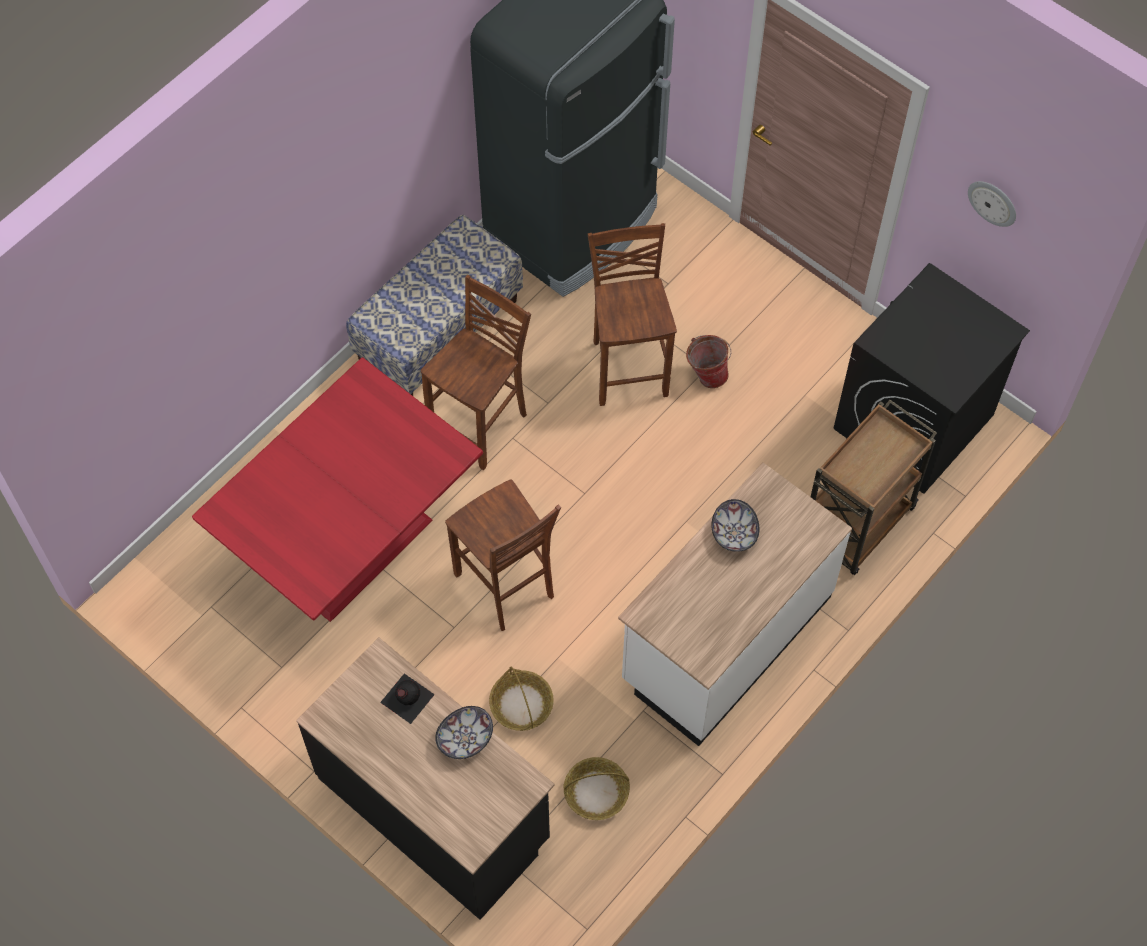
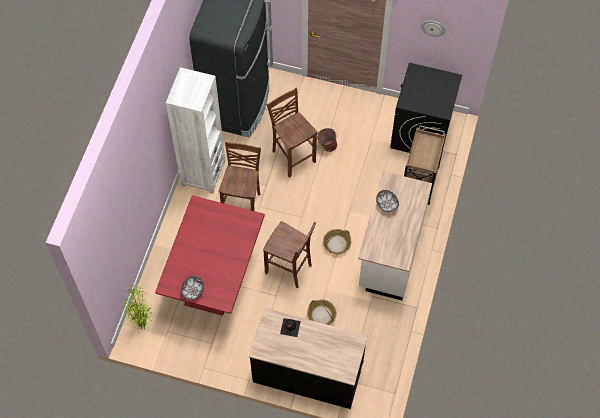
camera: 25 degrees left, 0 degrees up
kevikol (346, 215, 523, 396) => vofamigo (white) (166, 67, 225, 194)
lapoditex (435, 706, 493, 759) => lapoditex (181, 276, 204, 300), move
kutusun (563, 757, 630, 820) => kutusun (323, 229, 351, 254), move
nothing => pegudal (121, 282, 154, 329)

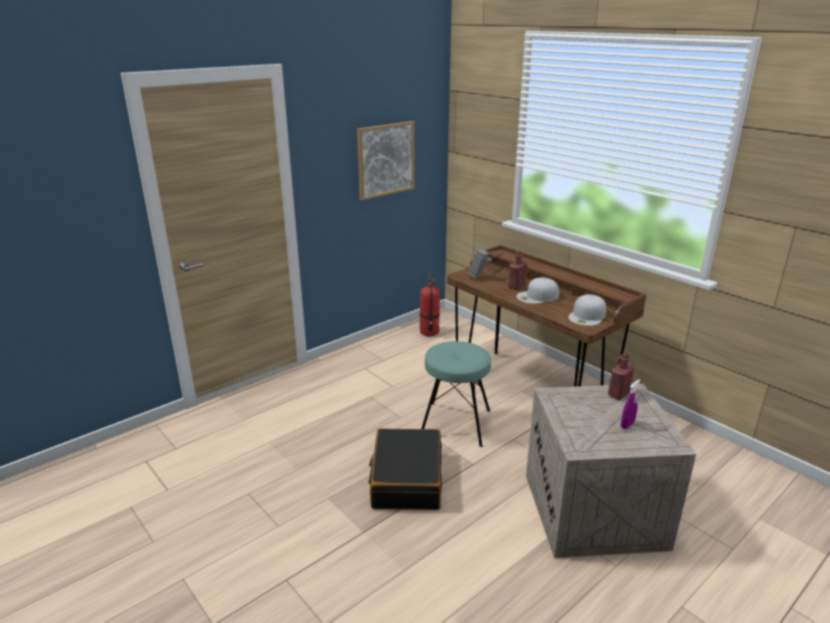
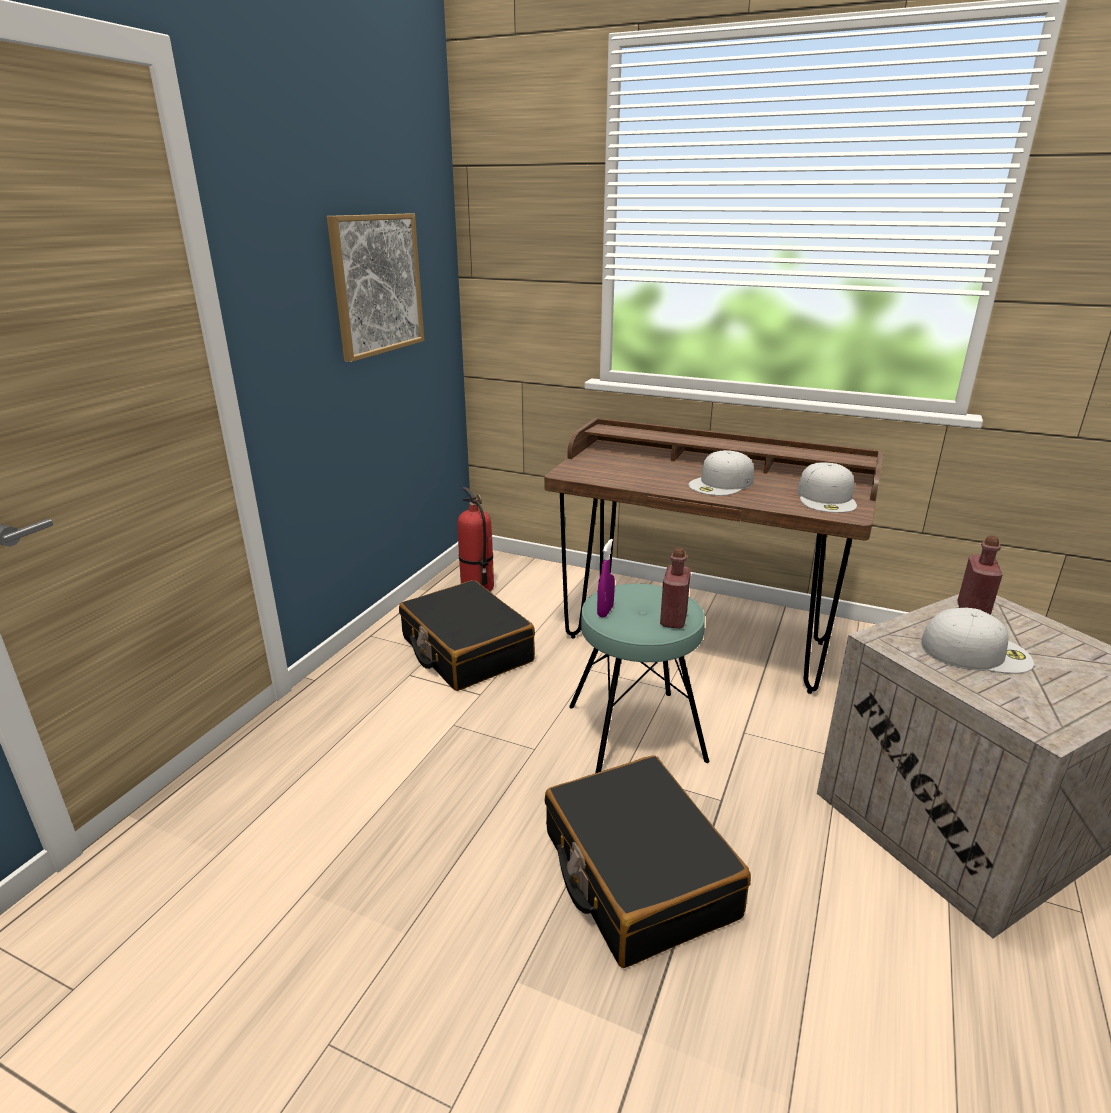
camera: 25 degrees left, 0 degrees up
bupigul (468, 249, 504, 279) => nothing
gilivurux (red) (508, 251, 527, 290) => gilivurux (red) (660, 547, 691, 629), move
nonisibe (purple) (621, 380, 640, 429) => nonisibe (purple) (597, 539, 615, 617), move
nothing => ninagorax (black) (399, 580, 535, 691)
nothing => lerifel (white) (921, 607, 1034, 674)

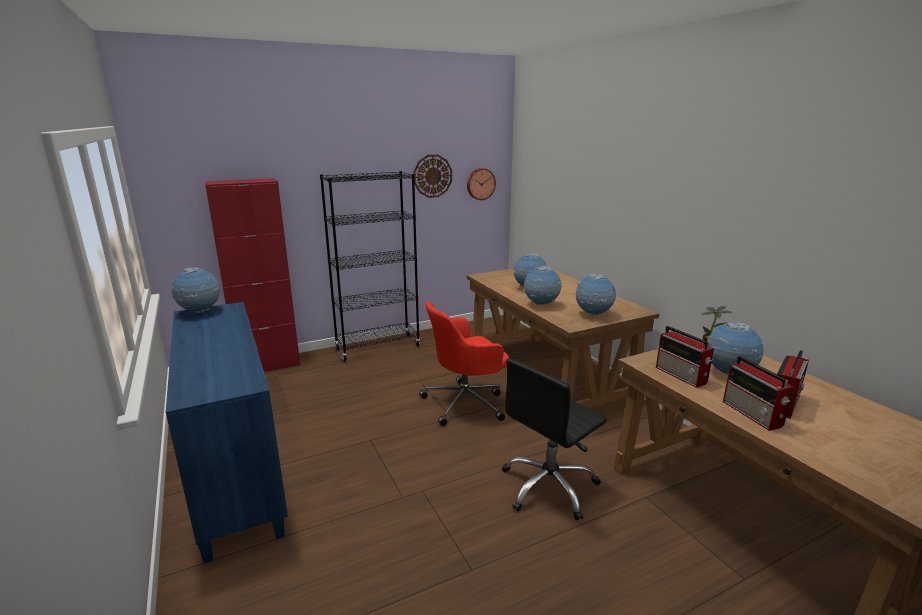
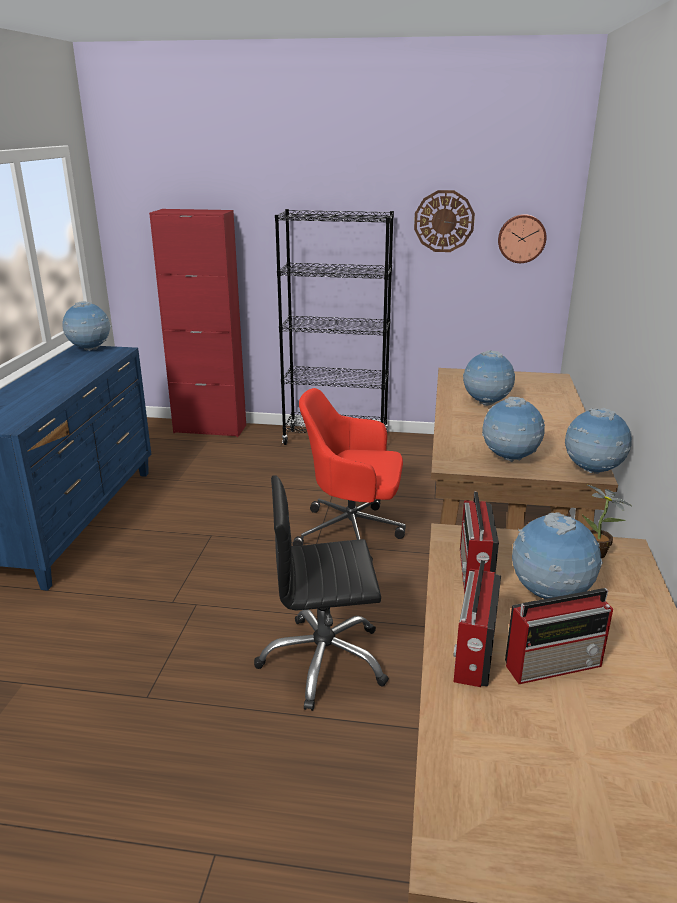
camera: 35 degrees right, 5 degrees up
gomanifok (524, 266, 562, 305) => gomanifok (565, 408, 632, 474), move

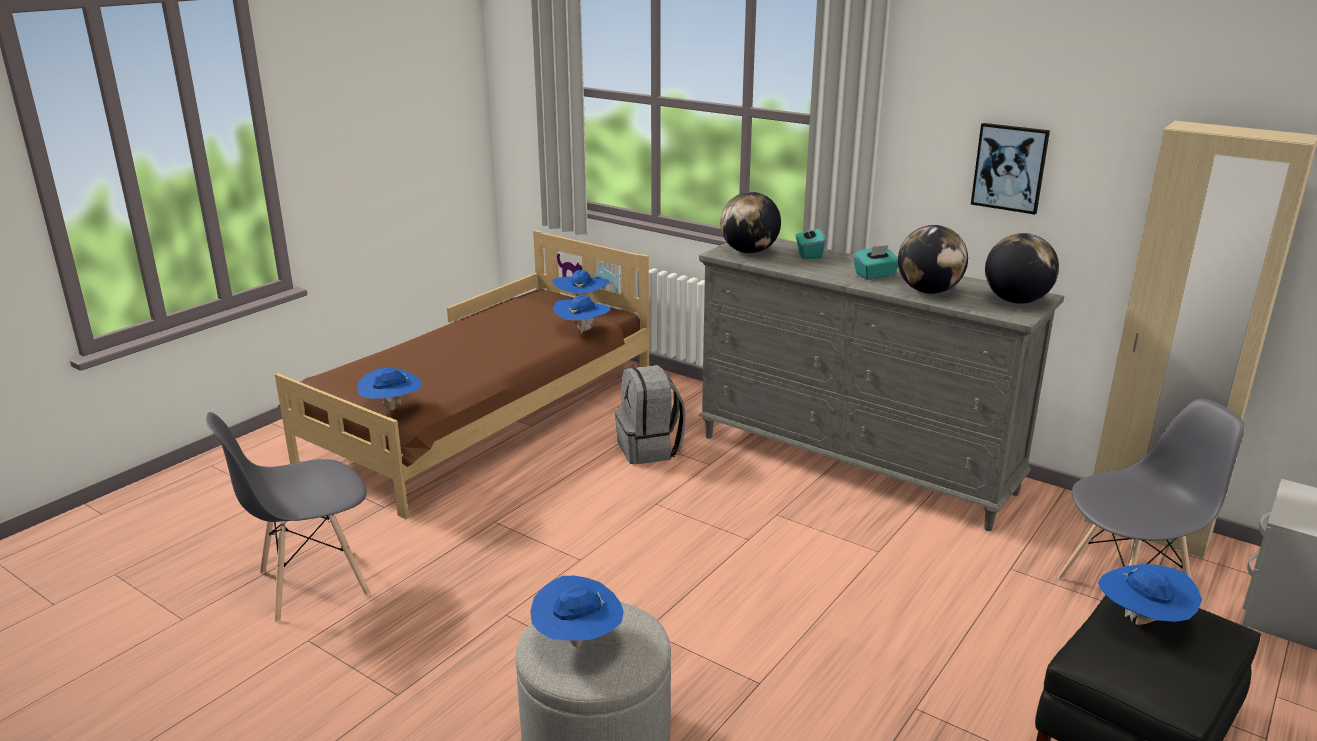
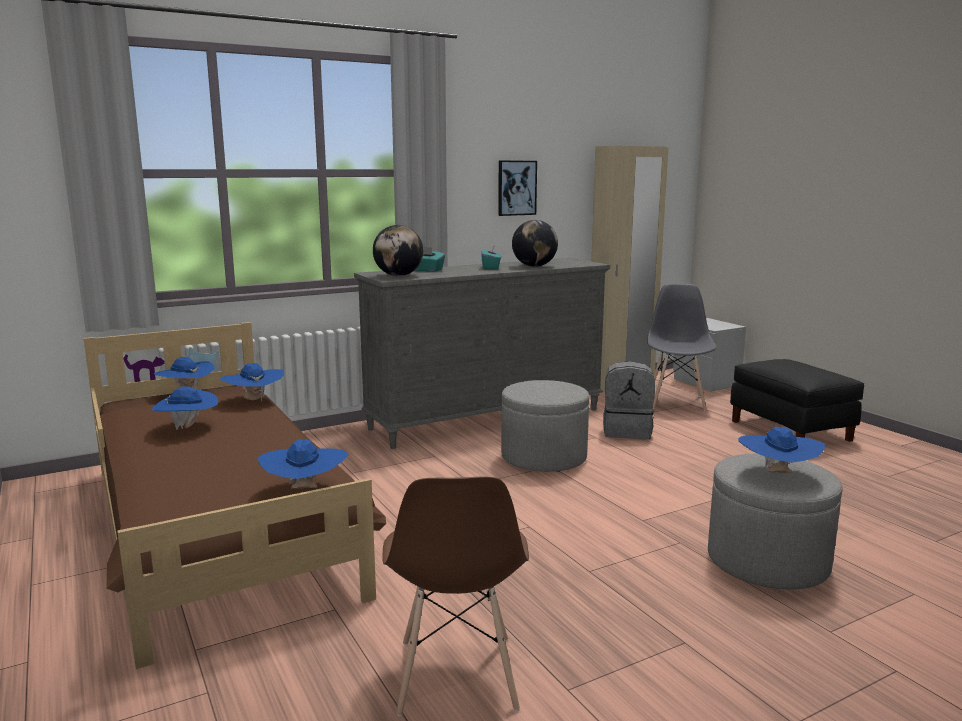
camera: 65 degrees left, 10 degrees down
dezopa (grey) (206, 412, 370, 622) => dezopa (brown) (382, 477, 529, 717)
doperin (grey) (615, 365, 686, 464) => doperin (grey) (603, 361, 655, 439), move
gomanifok (985, 233, 1059, 304) => nothing
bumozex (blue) (1098, 564, 1202, 625) => bumozex (blue) (151, 386, 219, 430), move
nothing => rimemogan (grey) (501, 380, 589, 472)

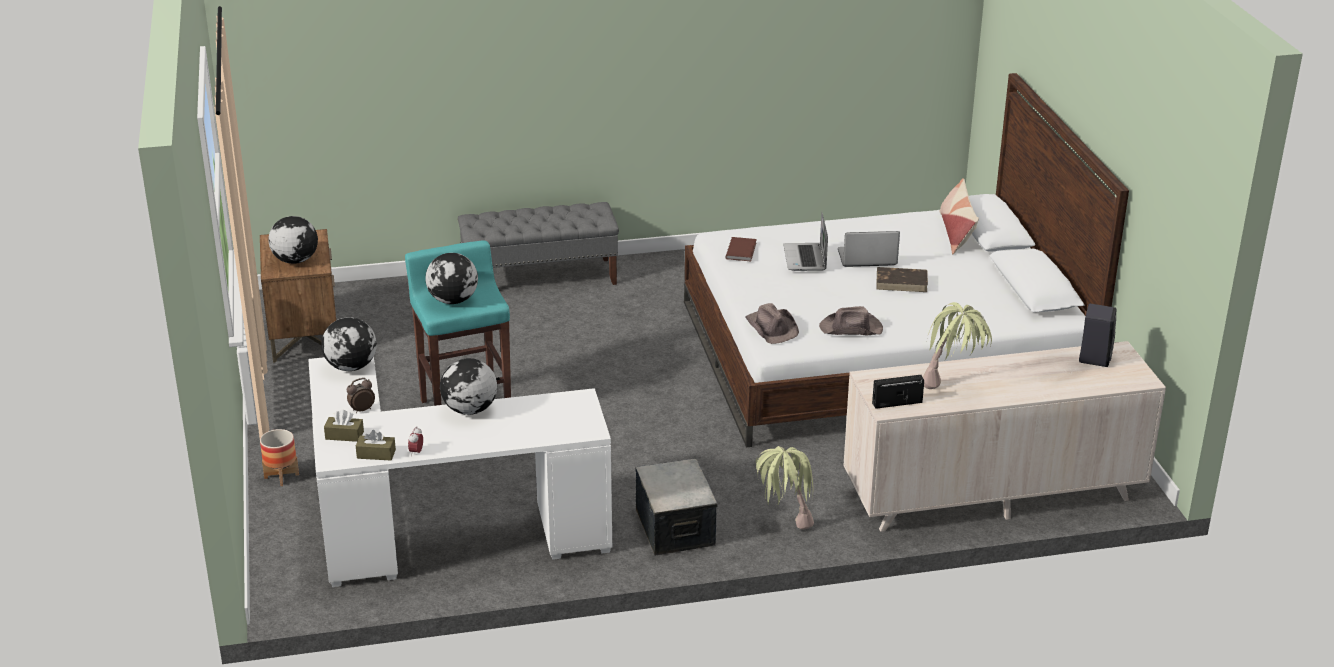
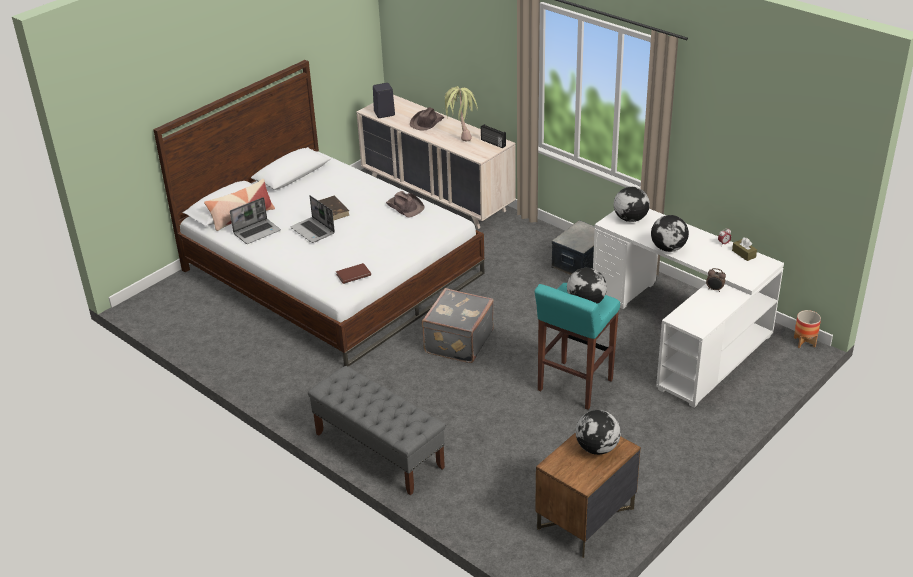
camera: 125 degrees left, 5 degrees up
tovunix (260, 429, 299, 486) => tovunix (794, 310, 821, 348), move
gomanifok (321, 317, 377, 371) => gomanifok (613, 187, 650, 222), move
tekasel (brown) (324, 410, 364, 442) => nothing
bumozex (brown) (746, 303, 799, 344) => bumozex (brown) (410, 107, 445, 130), move
pegudal (756, 446, 814, 530) => nothing
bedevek (783, 213, 828, 271) => bedevek (230, 197, 281, 244), move
nothing => ninagorax (grey) (422, 288, 494, 363)

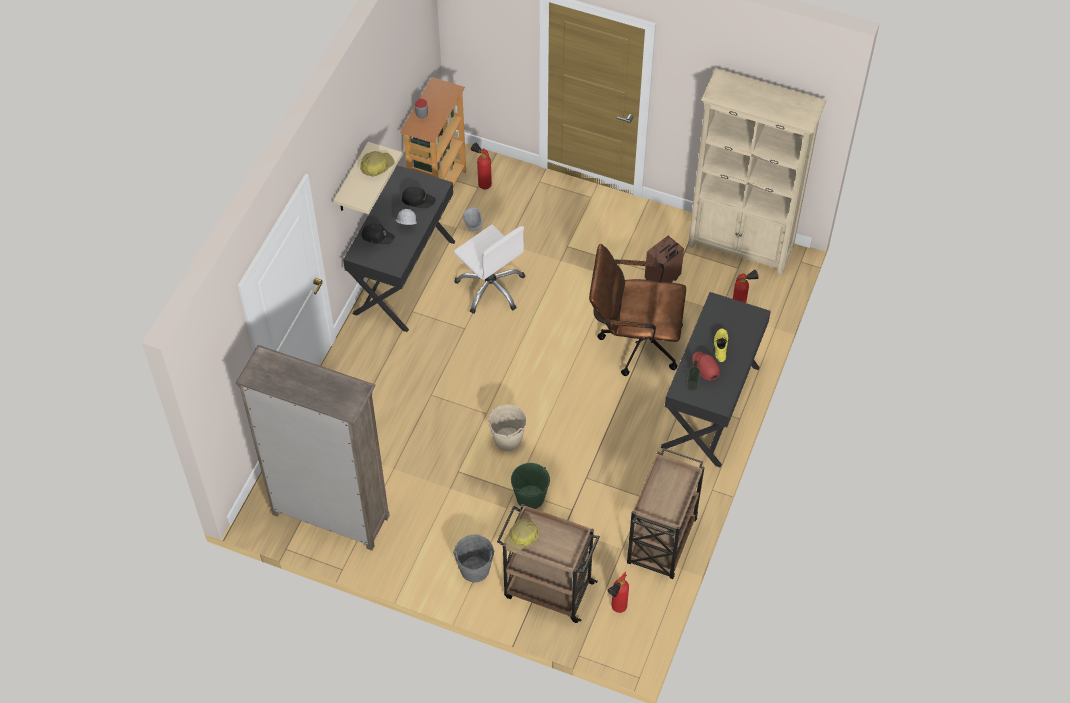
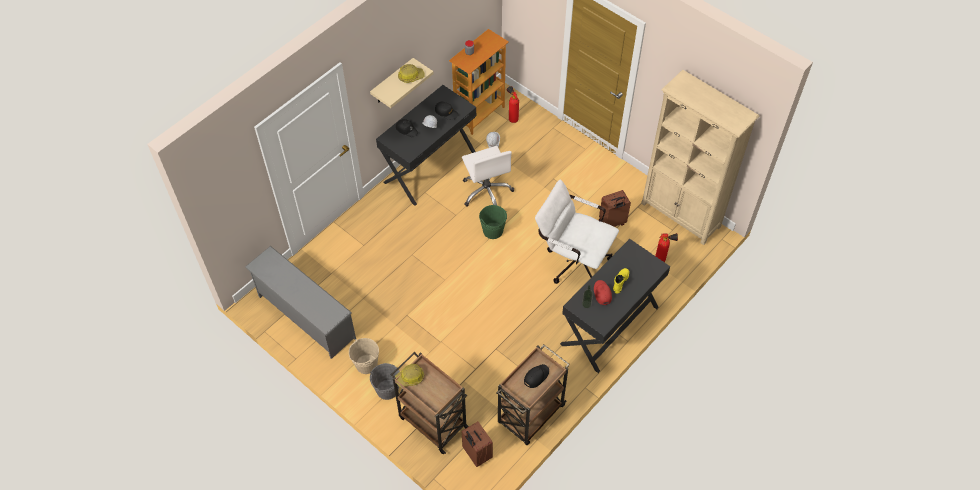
camera: 20 degrees right, 0 degrees up
vofamigo (brown) (236, 345, 390, 551) => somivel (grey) (245, 246, 356, 359)
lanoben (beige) (488, 405, 527, 451) => lanoben (beige) (349, 338, 379, 374), move
lanoben (green) (511, 463, 550, 509) => lanoben (green) (479, 205, 507, 239), move
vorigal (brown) (589, 244, 686, 376) => vorigal (white) (535, 179, 619, 284)
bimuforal (608, 572, 629, 613) => ninagorax (brown) (462, 421, 493, 467)
nothing => lerifel (black) (524, 364, 549, 388)

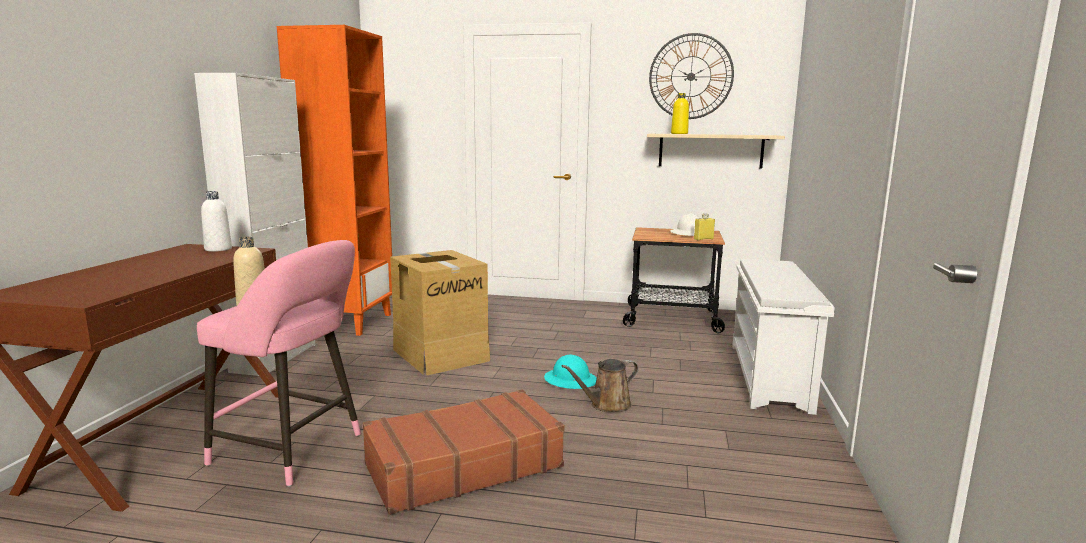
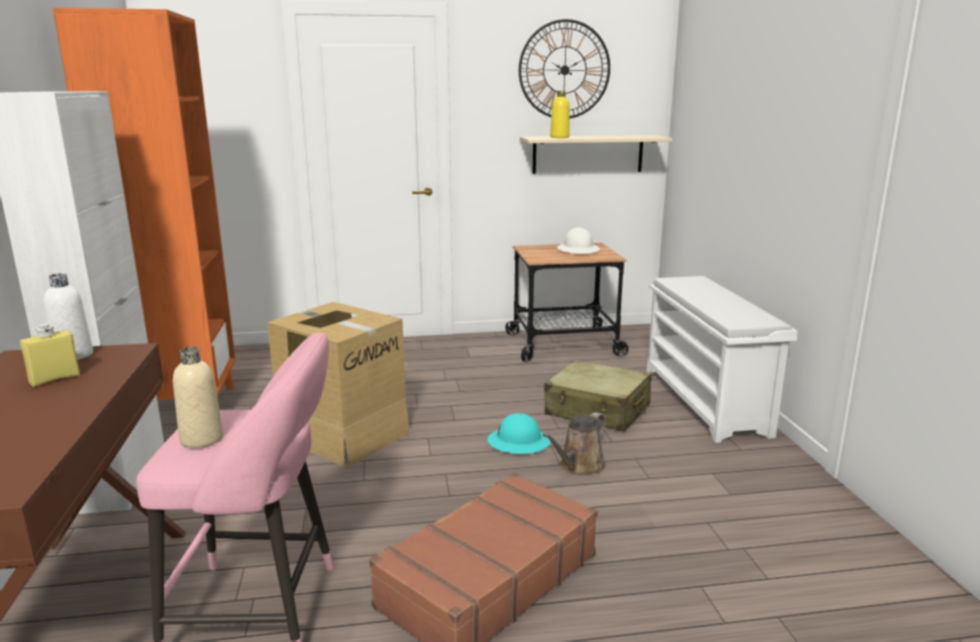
camera: 20 degrees left, 5 degrees up
gilivurux (yellow) (694, 213, 715, 240) => gilivurux (yellow) (20, 323, 80, 387), move
nothing => ninagorax (beige) (544, 360, 652, 432)

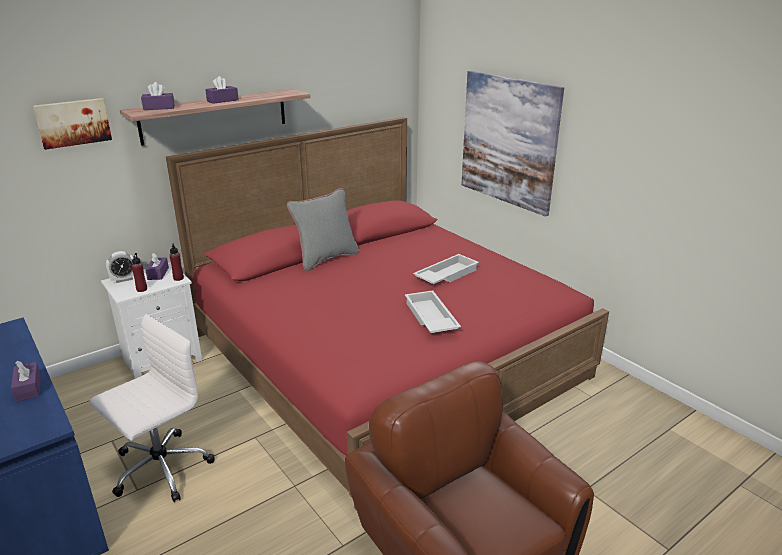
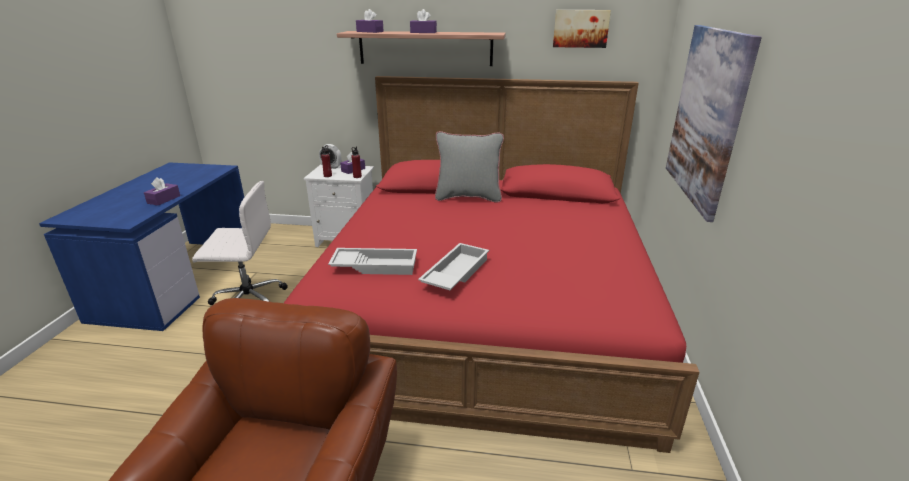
camera: 45 degrees right, 0 degrees up
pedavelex (33, 98, 112, 150) => pedavelex (553, 10, 611, 48), move
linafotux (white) (413, 254, 479, 284) => linafotux (white) (328, 248, 417, 275), move

